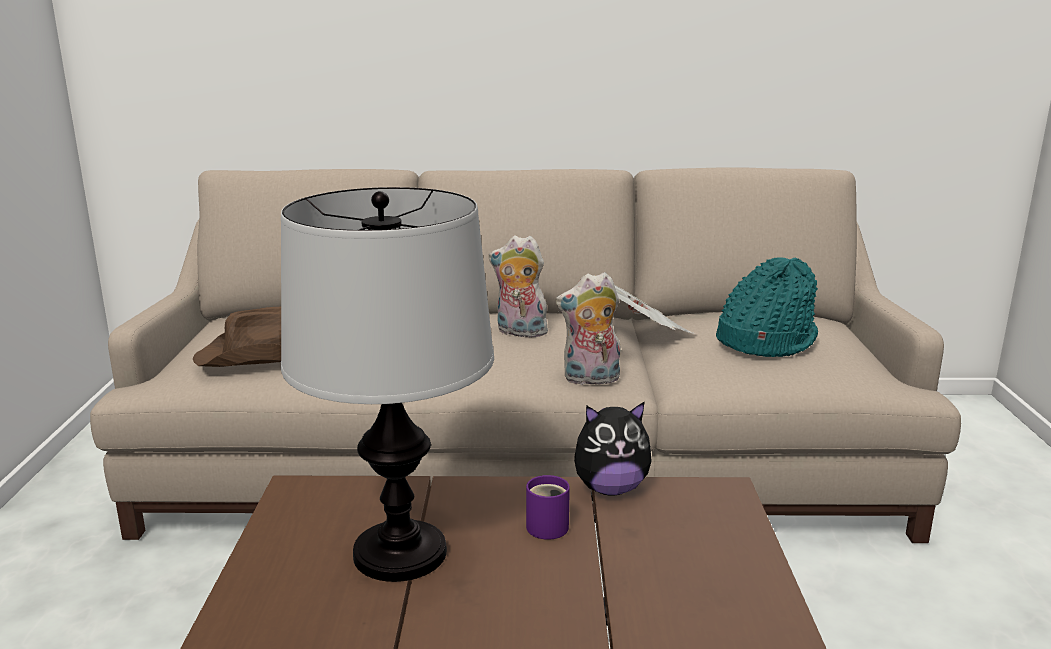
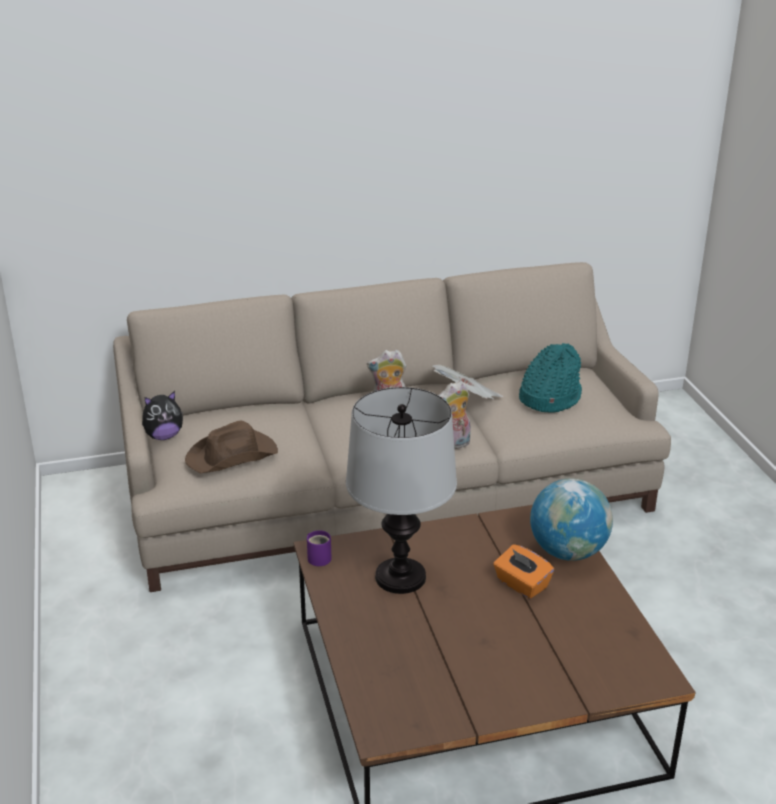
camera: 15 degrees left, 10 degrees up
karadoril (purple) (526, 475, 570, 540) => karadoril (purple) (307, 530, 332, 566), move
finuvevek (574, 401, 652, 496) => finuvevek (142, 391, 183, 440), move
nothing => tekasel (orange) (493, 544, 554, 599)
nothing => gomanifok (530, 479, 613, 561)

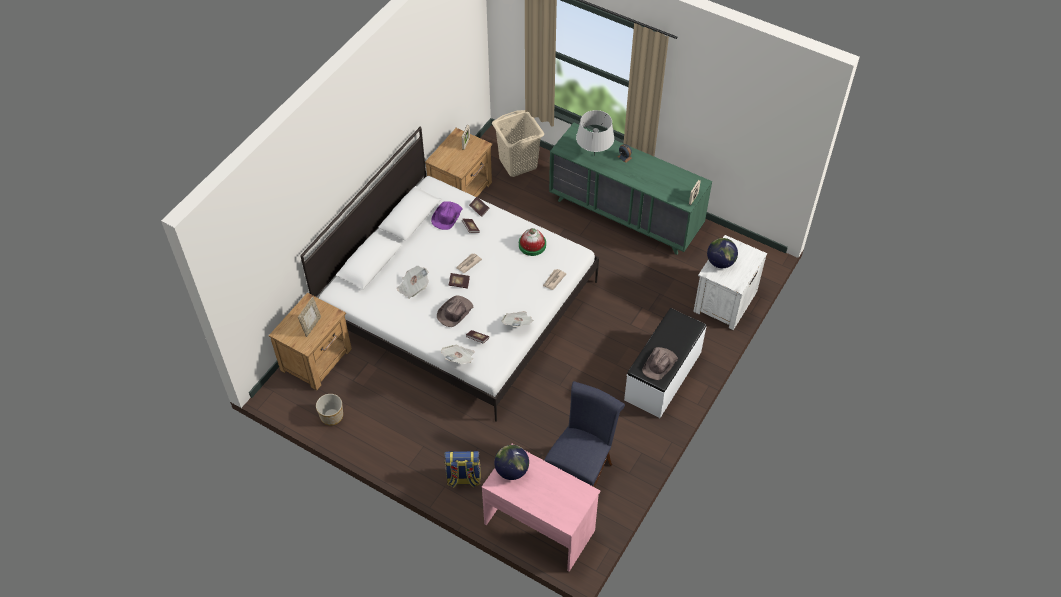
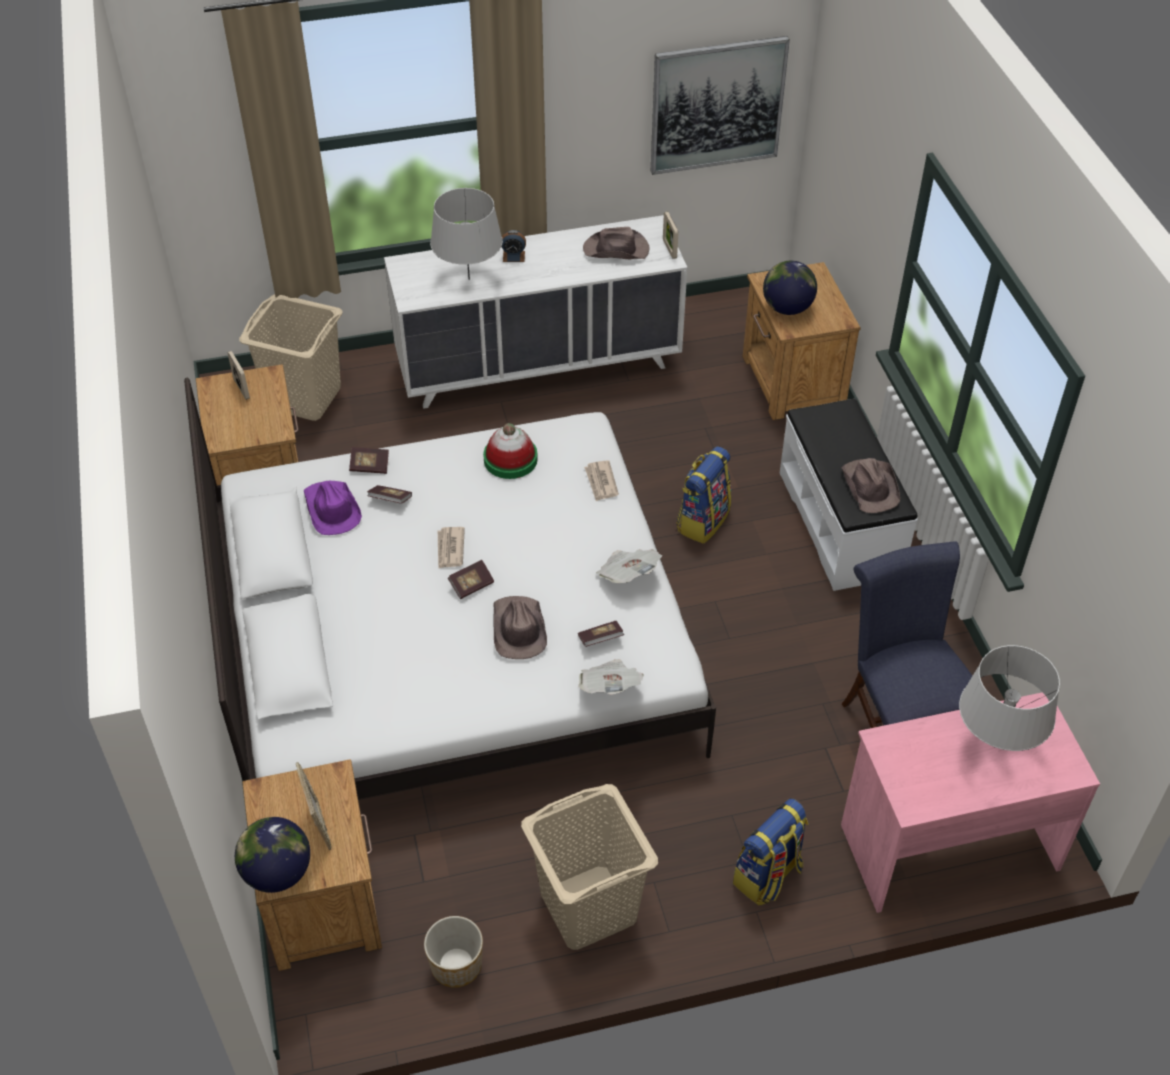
camera: 45 degrees left, 5 degrees down
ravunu (397, 266, 429, 299) => nothing
gomanifok (494, 445, 529, 480) => gomanifok (235, 817, 310, 893), move
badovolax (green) (549, 123, 712, 255) => badovolax (white) (384, 215, 687, 409)
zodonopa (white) (693, 235, 767, 330) => zodonopa (brown) (742, 262, 861, 420)
nothing => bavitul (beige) (521, 784, 658, 950)
nothing => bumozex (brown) (583, 227, 650, 260)
nothing => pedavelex (651, 36, 790, 175)
nothing => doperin (676, 446, 731, 544)
nothing => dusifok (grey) (959, 645, 1060, 751)

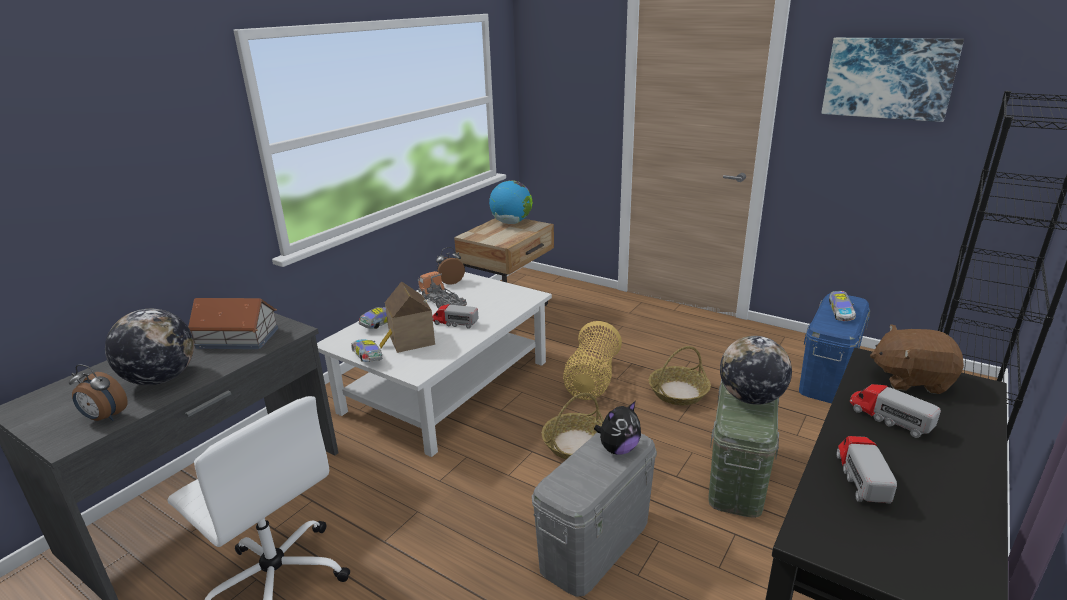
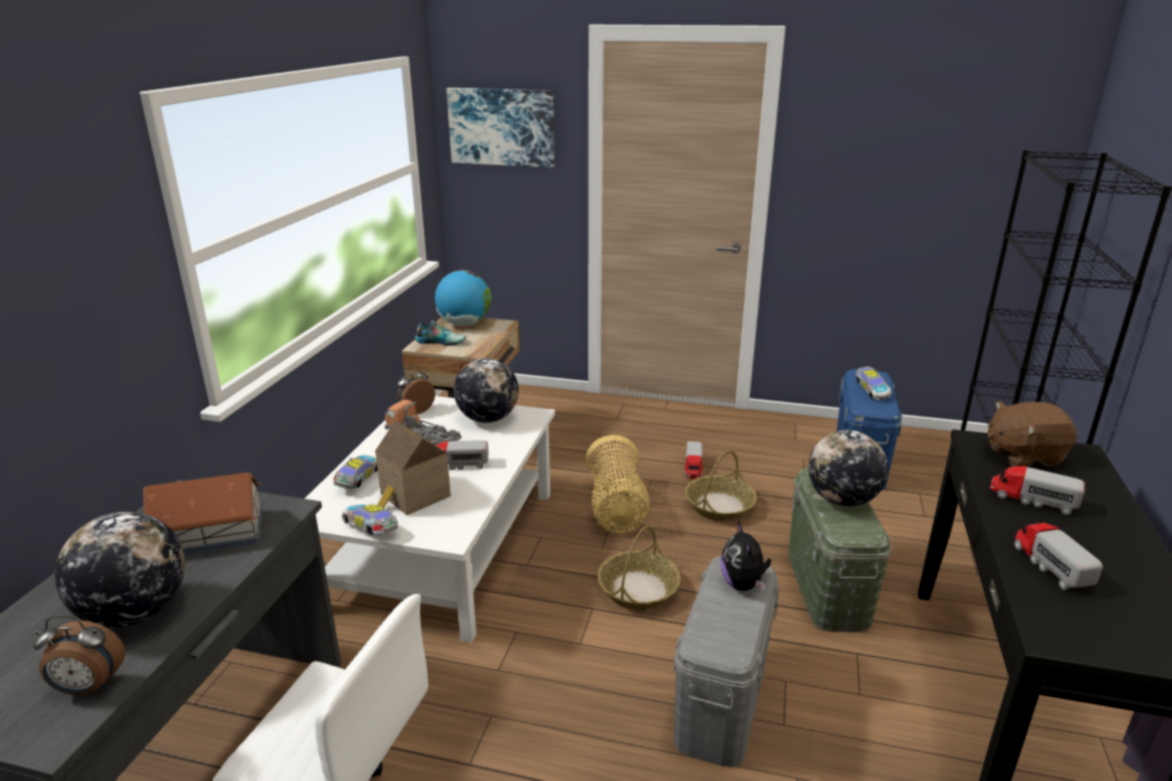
camera: 20 degrees left, 0 degrees up
finuvevek (594, 402, 641, 455) => finuvevek (720, 521, 771, 591), 135 degrees clockwise
pedavelex (821, 38, 964, 122) => pedavelex (447, 88, 554, 168), move
nothing => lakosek (415, 320, 466, 346)
nothing => gomanifok (454, 358, 519, 423)
nothing => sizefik (685, 441, 703, 479)

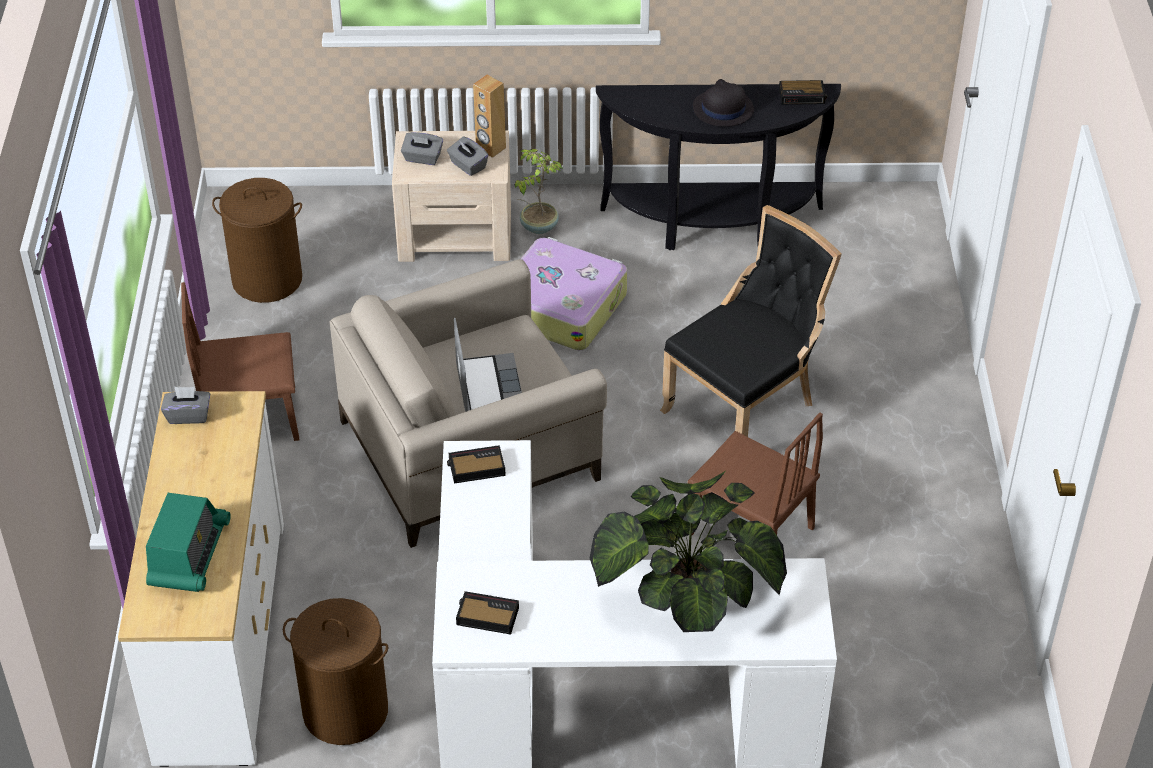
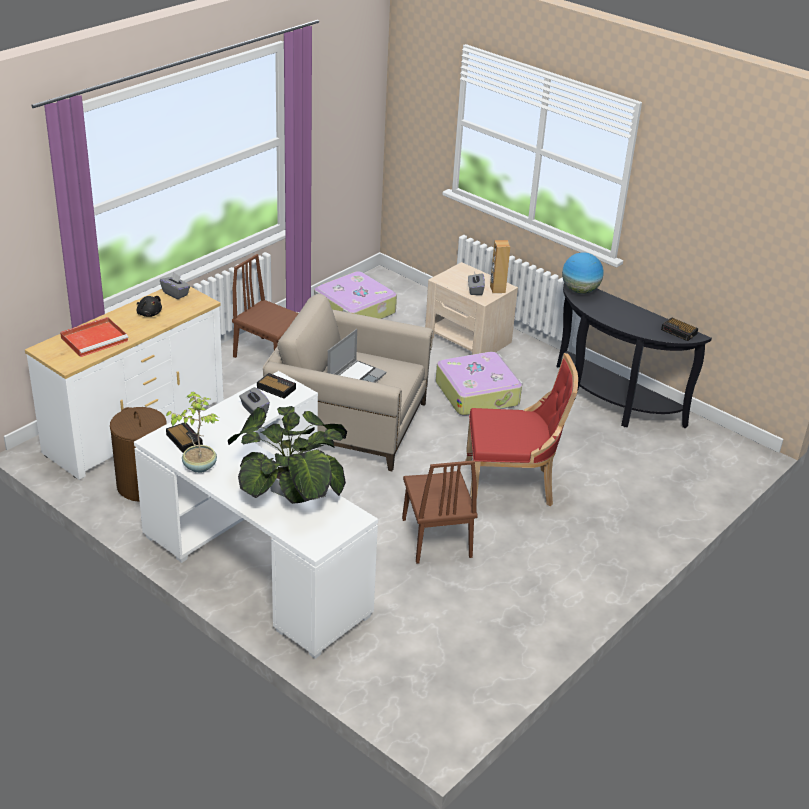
camera: 40 degrees right, 10 degrees down
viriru (146, 493, 231, 592) => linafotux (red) (60, 317, 129, 357)
bavitul (brown) (212, 178, 302, 303) => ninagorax (314, 271, 397, 319)
tekasel (grey) (401, 132, 443, 165) => tekasel (grey) (239, 387, 270, 414), move
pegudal (515, 149, 563, 234) => pegudal (166, 392, 219, 473), move
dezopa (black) (660, 205, 842, 437) => dezopa (red) (465, 353, 578, 506)
bumozex (black) (693, 79, 754, 127) => nothing
nothing => finuvevek (black) (137, 296, 162, 317)
nothing => gomanifok (562, 252, 604, 294)

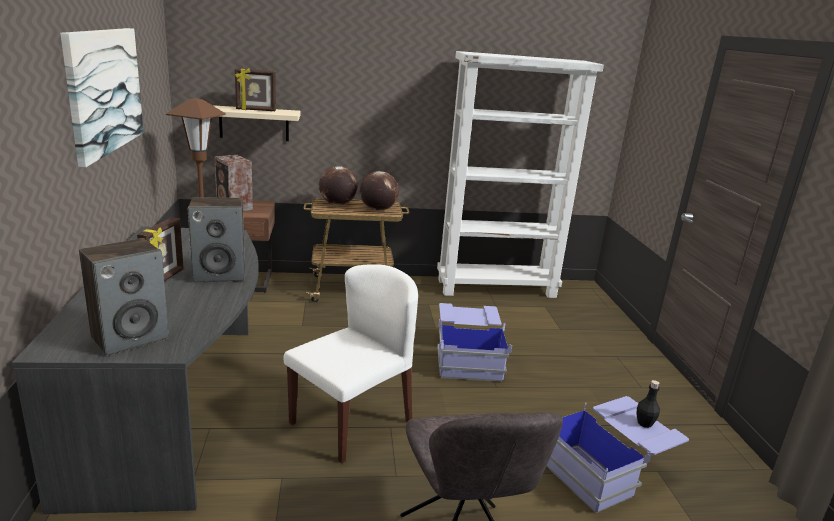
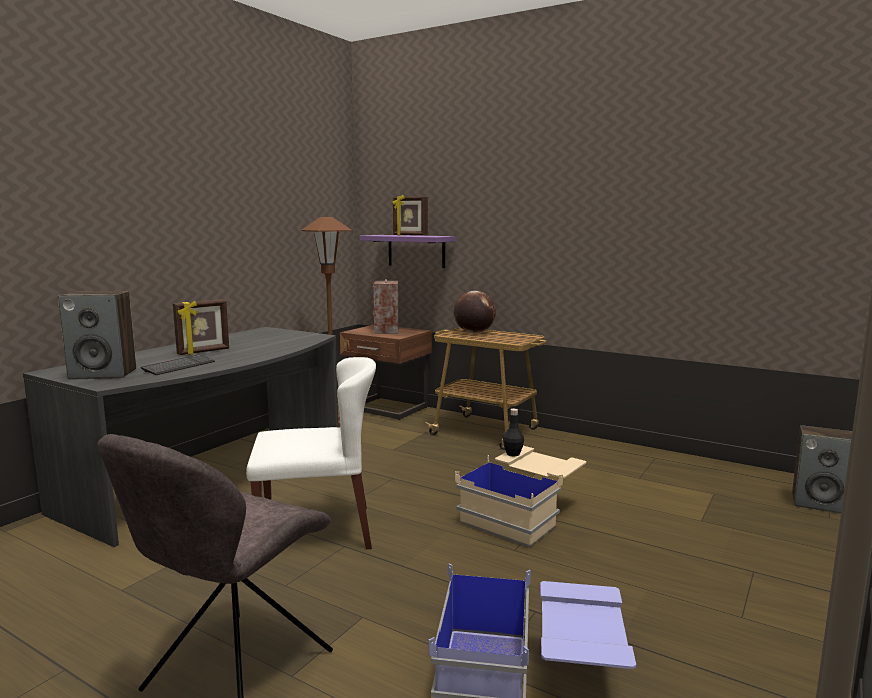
camera: 40 degrees right, 10 degrees down
pedavelex (60, 28, 144, 168) => nothing
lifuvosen (188, 197, 245, 282) => lifuvosen (792, 425, 852, 514), move
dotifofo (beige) (213, 105, 301, 141) => dotifofo (purple) (360, 235, 455, 268)
gomanifok (360, 171, 399, 211) => nothing
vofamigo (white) (437, 51, 604, 298) => nothing
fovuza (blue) (437, 303, 512, 382) => fovuza (beige) (455, 446, 586, 547)
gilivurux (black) (637, 380, 660, 428) => gilivurux (black) (503, 409, 524, 457), move
nothing => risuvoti (141, 355, 215, 375)

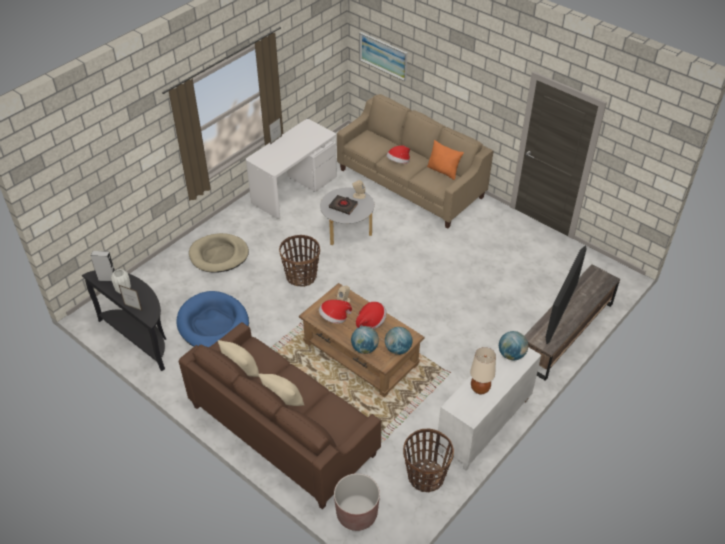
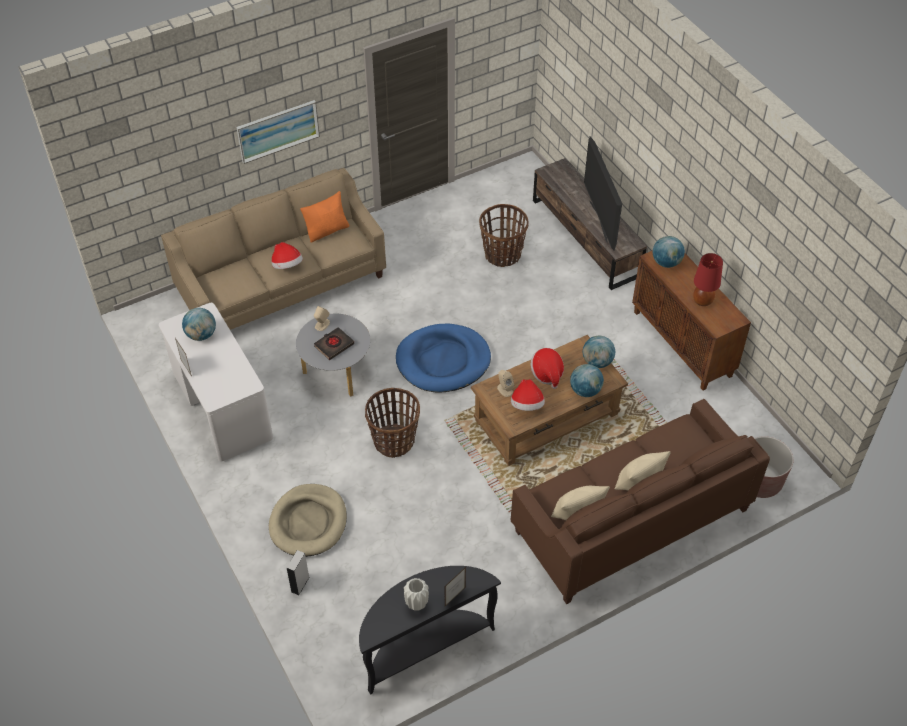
camera: 70 degrees left, 5 degrees up
lifuvosen (grey) (91, 251, 115, 282) => lifuvosen (grey) (287, 550, 309, 595), move
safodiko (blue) (177, 291, 249, 347) => safodiko (blue) (396, 324, 491, 393), move
pedavelex (359, 32, 407, 82) => pedavelex (236, 100, 320, 164), move
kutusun (403, 429, 454, 492) => kutusun (479, 204, 529, 267), move
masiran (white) (438, 347, 541, 470) => masiran (brown) (632, 250, 751, 390)
dusifok (beige) (470, 347, 496, 394) => dusifok (red) (693, 253, 723, 306)
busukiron (545, 245, 587, 344) => busukiron (584, 137, 622, 250), 150 degrees counterclockwise
nothing => gomanifok (182, 308, 216, 341)

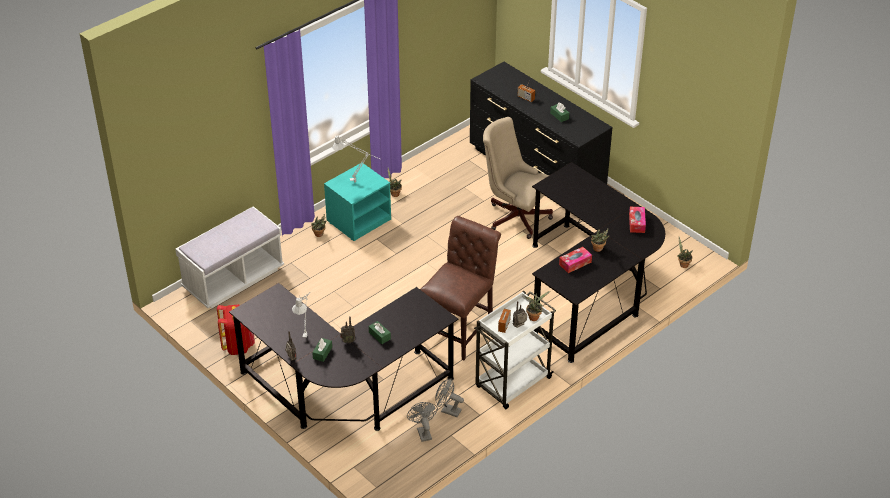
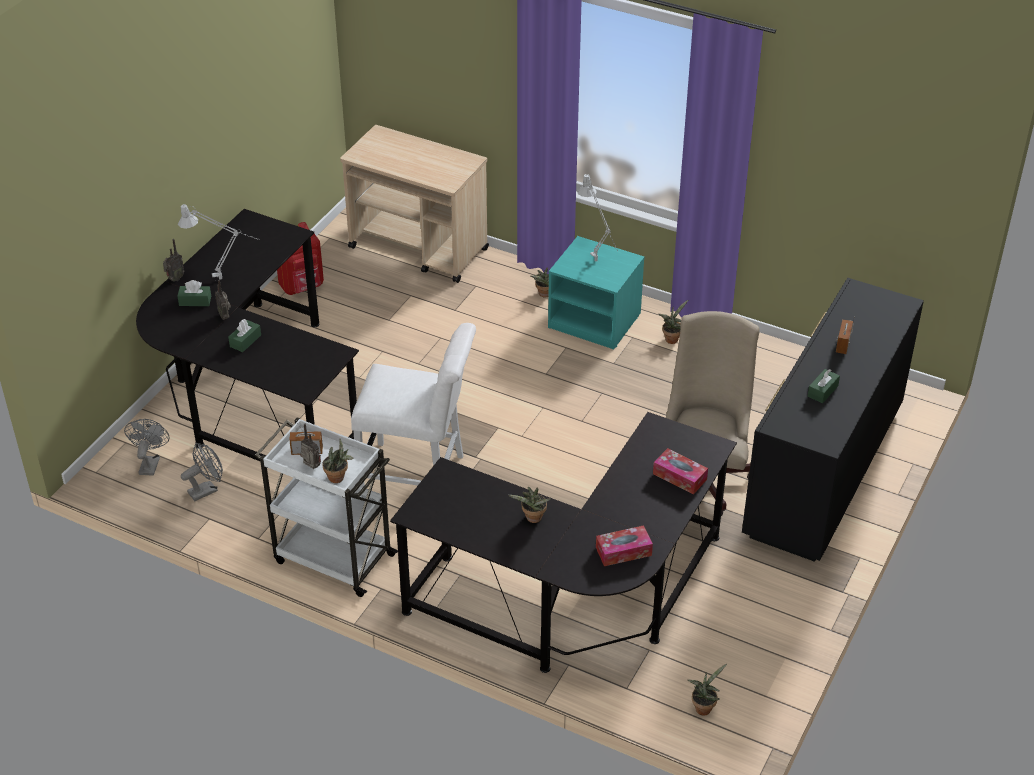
camera: 70 degrees right, 0 degrees up
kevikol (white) (175, 206, 284, 309) => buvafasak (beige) (340, 125, 489, 283)
dezopa (brown) (420, 216, 501, 361) => dezopa (white) (351, 323, 476, 487)
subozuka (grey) (435, 378, 464, 417) => subozuka (grey) (124, 419, 169, 476), move
tekasel (559, 247, 592, 273) => tekasel (653, 448, 708, 494), move

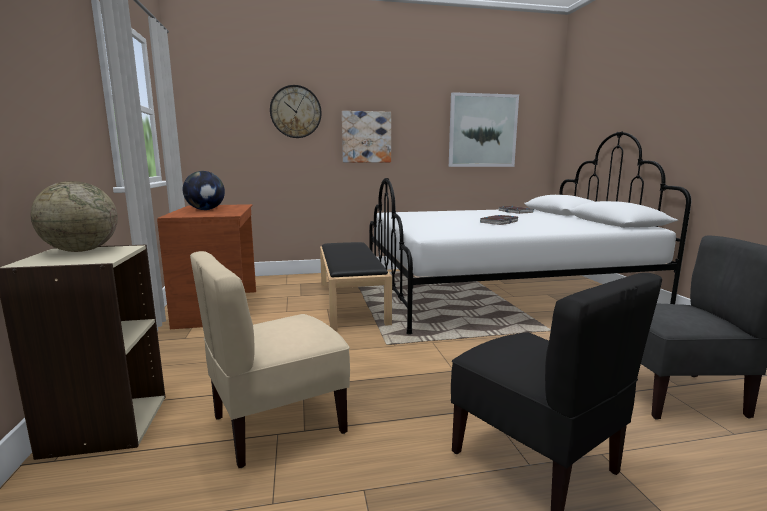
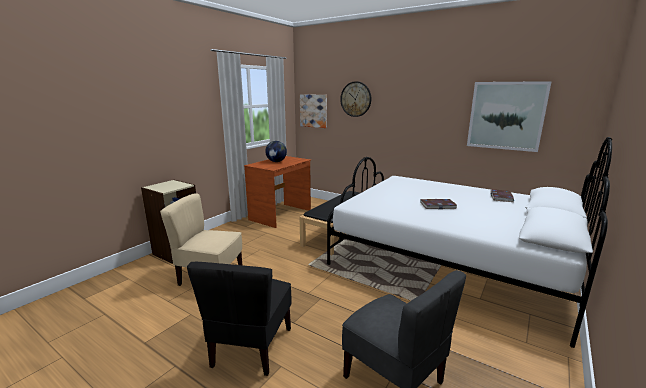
camera: 45 degrees right, 5 degrees up
gomanifok (31, 181, 118, 252) => nothing
pedavelex (342, 111, 391, 162) => pedavelex (300, 94, 327, 128), move

